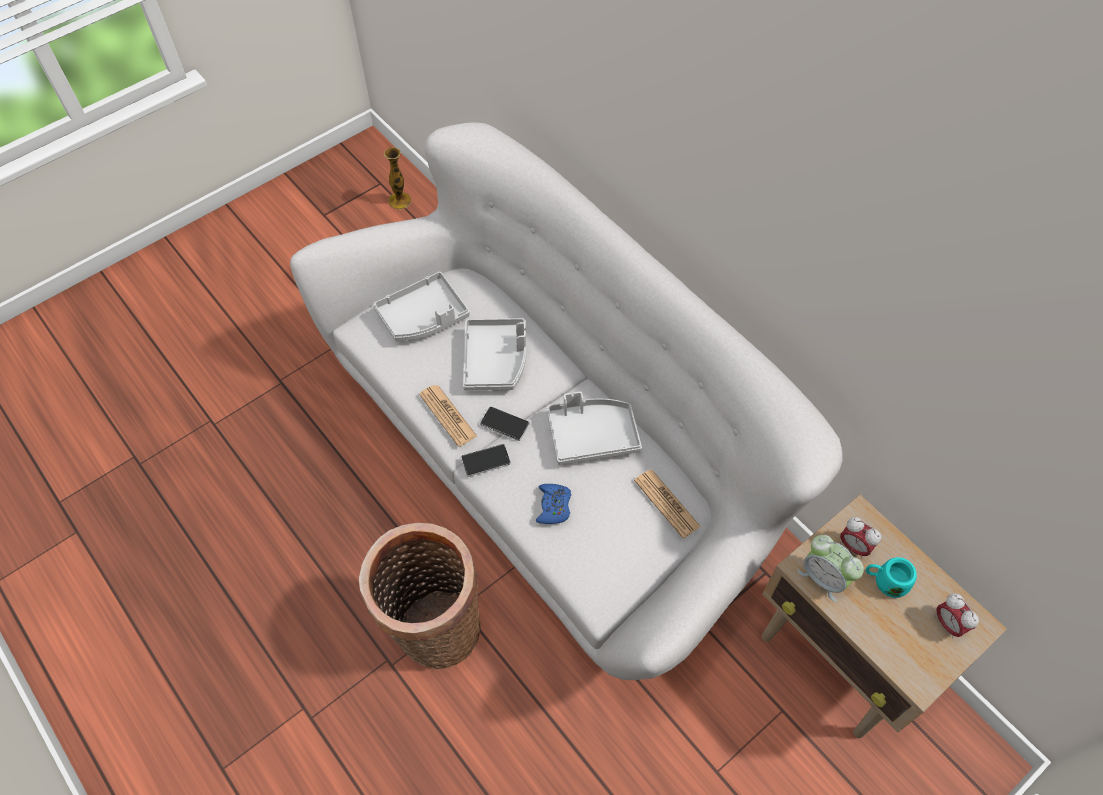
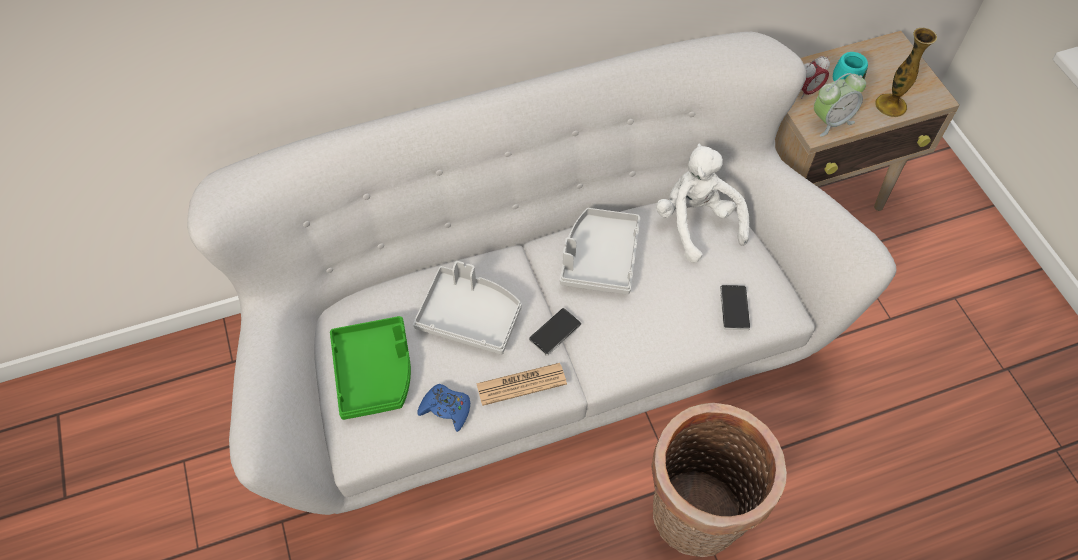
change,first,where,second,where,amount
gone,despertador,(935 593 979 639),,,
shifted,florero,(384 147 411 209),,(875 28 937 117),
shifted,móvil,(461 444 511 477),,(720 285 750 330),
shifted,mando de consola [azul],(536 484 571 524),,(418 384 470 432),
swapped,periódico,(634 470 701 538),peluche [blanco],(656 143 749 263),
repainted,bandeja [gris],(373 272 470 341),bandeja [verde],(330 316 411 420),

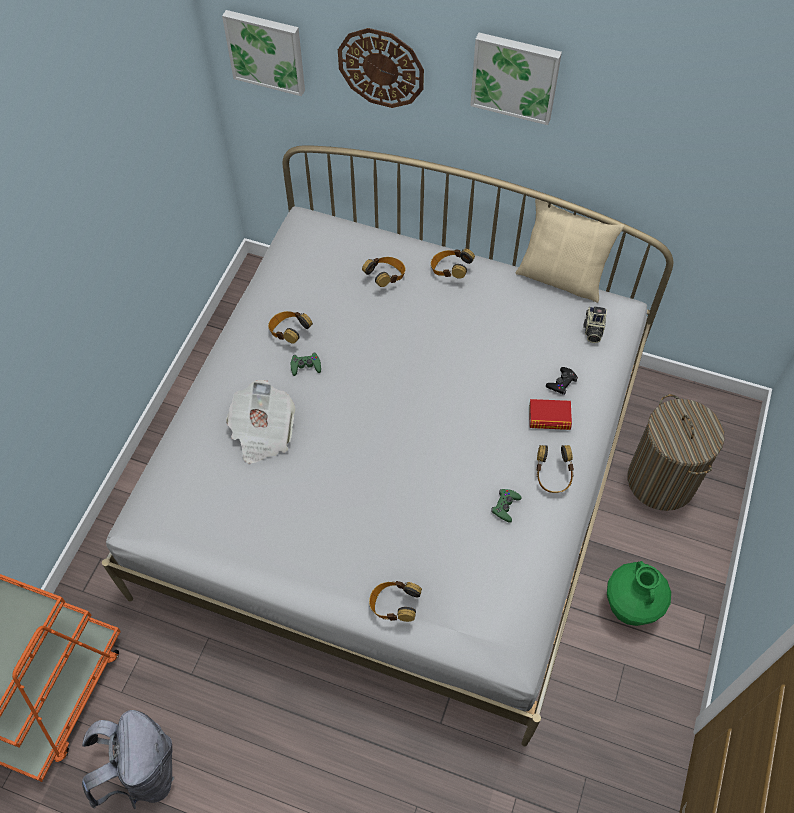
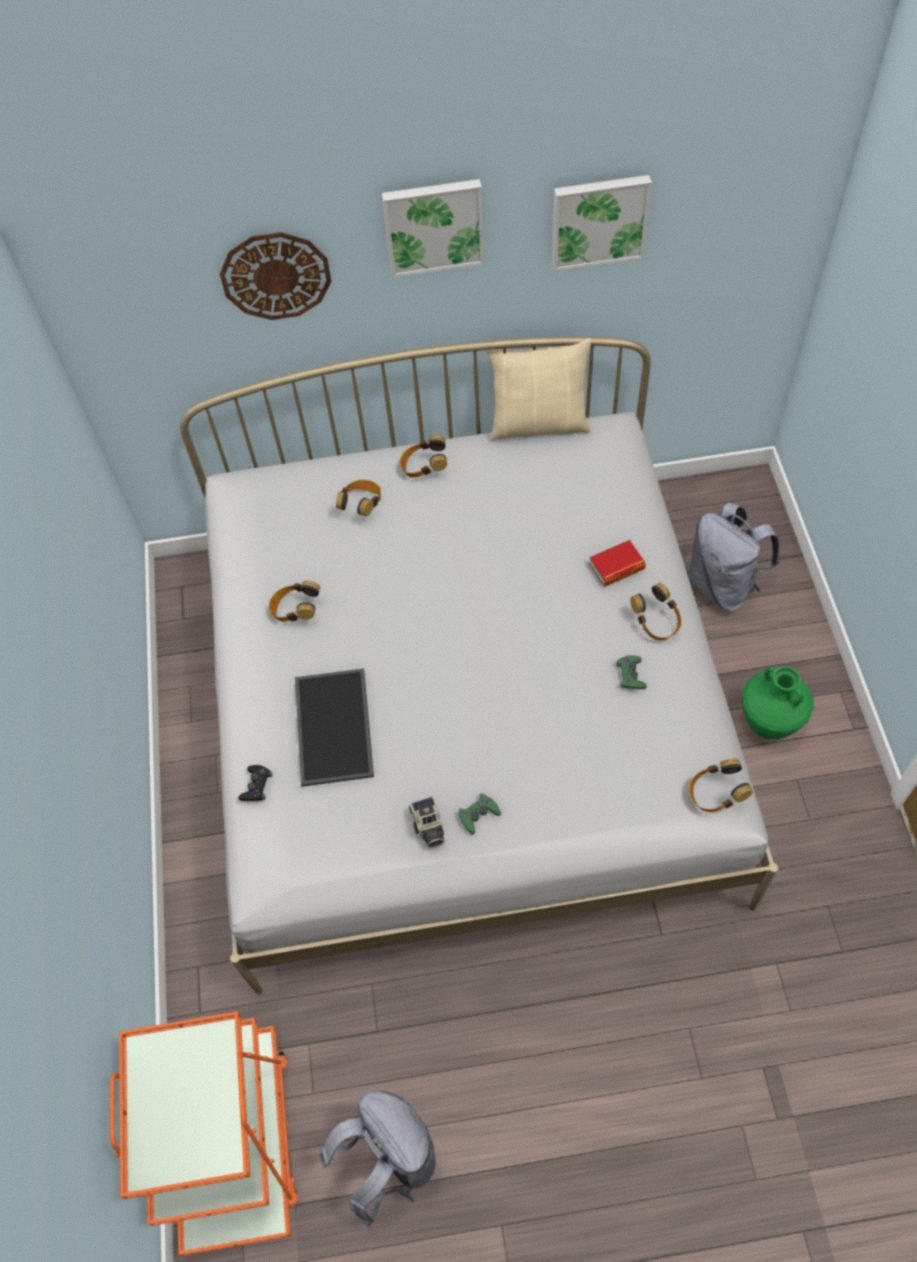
change,first,where,second,where,amount
shifted,cuadro,(222 10 305 96),,(552 175 652 272),
shifted,mando de consola [verde],(290 352 321 376),,(458 793 501 835),
shifted,auriculares,(369 581 422 622),,(689 758 753 812),
shifted,mando de consola [negro],(546 367 578 395),,(238 765 272 801),
shifted,cámara,(583 307 607 343),,(409 796 445 848),
swapped,periódico,(226 380 296 464),bandeja,(295 668 374 787),
swapped,cesto de la ropa,(627 394 724 511),mochila [gris],(688 503 780 611),

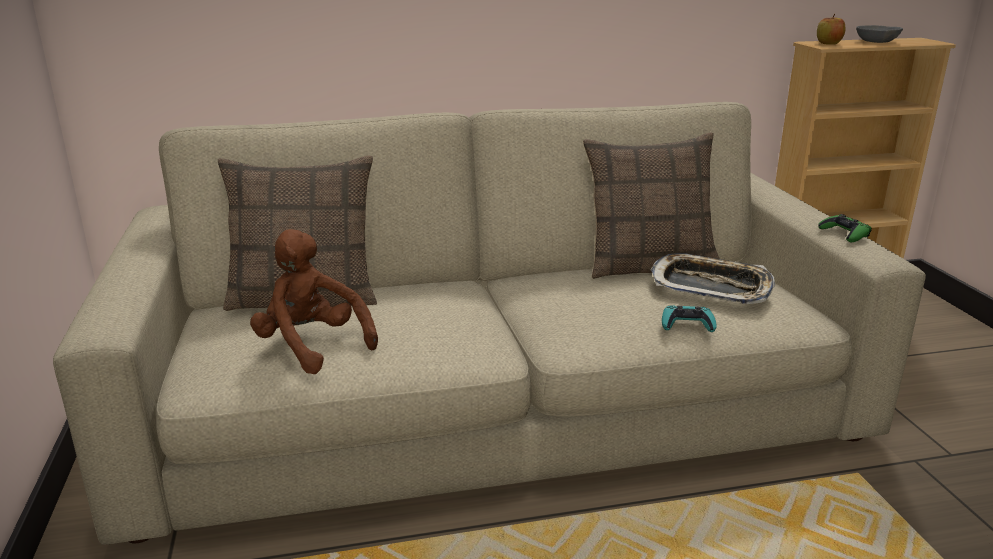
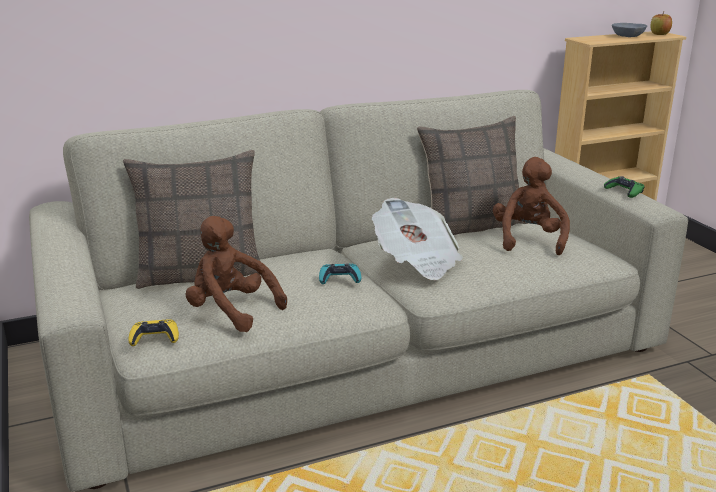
change,first,where,second,where,amount
new,,,mando de consola [amarillo],(128 319 179 346),
new,,,periódico,(372 198 463 281),
shifted,mando de consola [turquesa],(662 306 717 332),,(319 264 361 284),
shifted,manzana,(817 14 845 45),,(650 12 672 35),
swapped,bandeja,(651 253 775 304),peluche [marrón],(493 157 570 256),

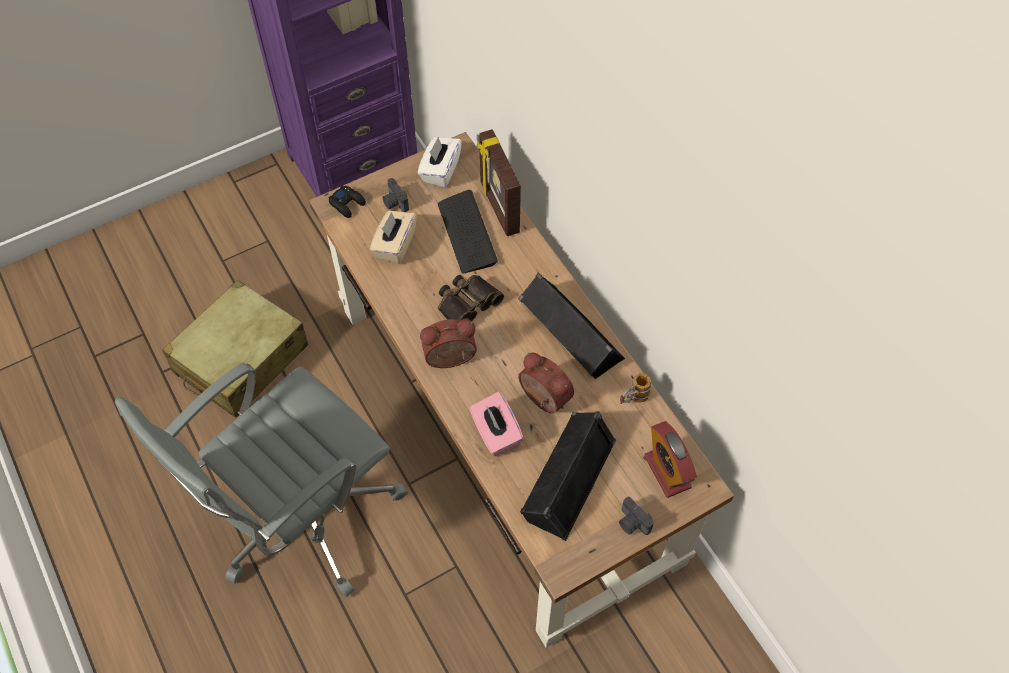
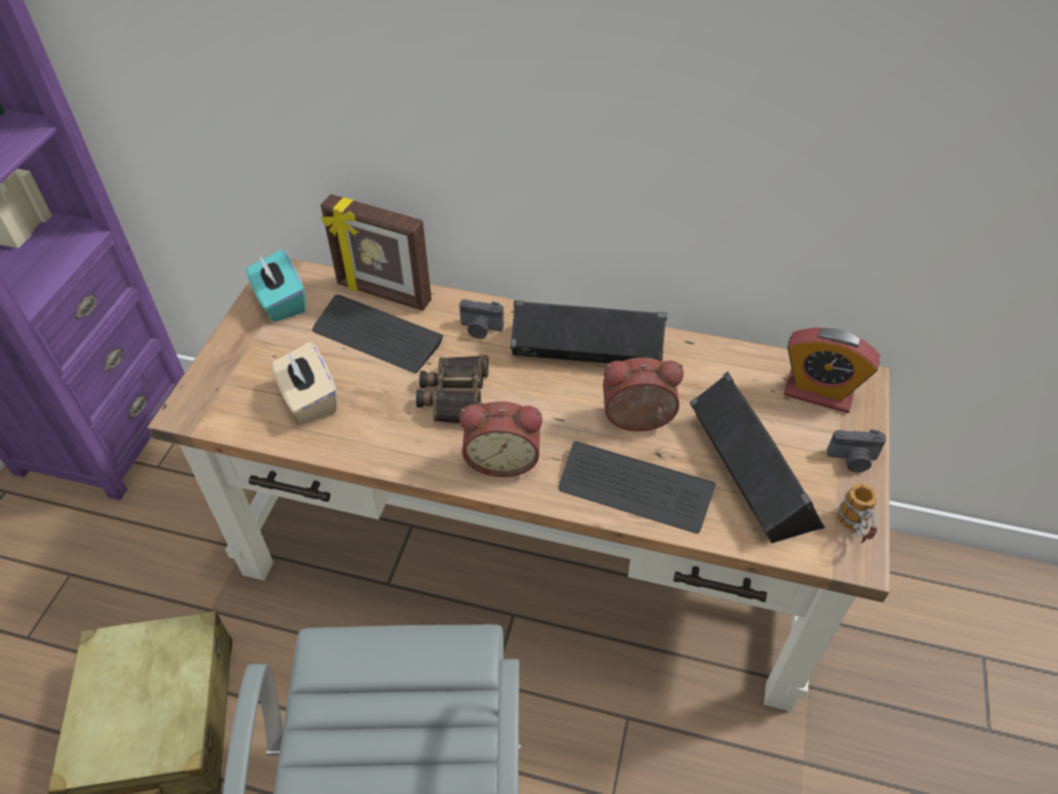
change,first,where,second,where,amount
gone,mando de consola [negro],(329 185 366 218),,,
shifted,cámara,(382 178 409 212),,(459 299 504 339),
shifted,taza grande,(620 373 652 404),,(837 484 878 543),
swapped,caja de pañuelos [rosa],(469 391 524 456),teclado,(558 442 716 534),
repainted,caja de pañuelos [blanco],(418 137 462 187),caja de pañuelos [turquesa],(246 250 306 322),
rotated,despertador,(420 319 477 368),,(459 401 542 477),120 degrees counterclockwise

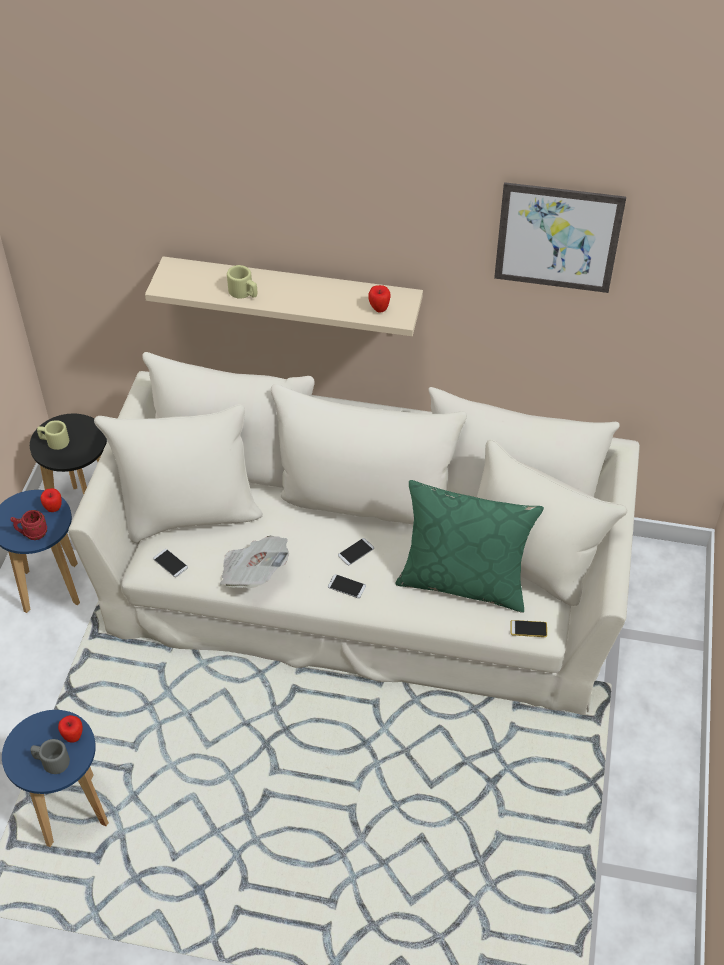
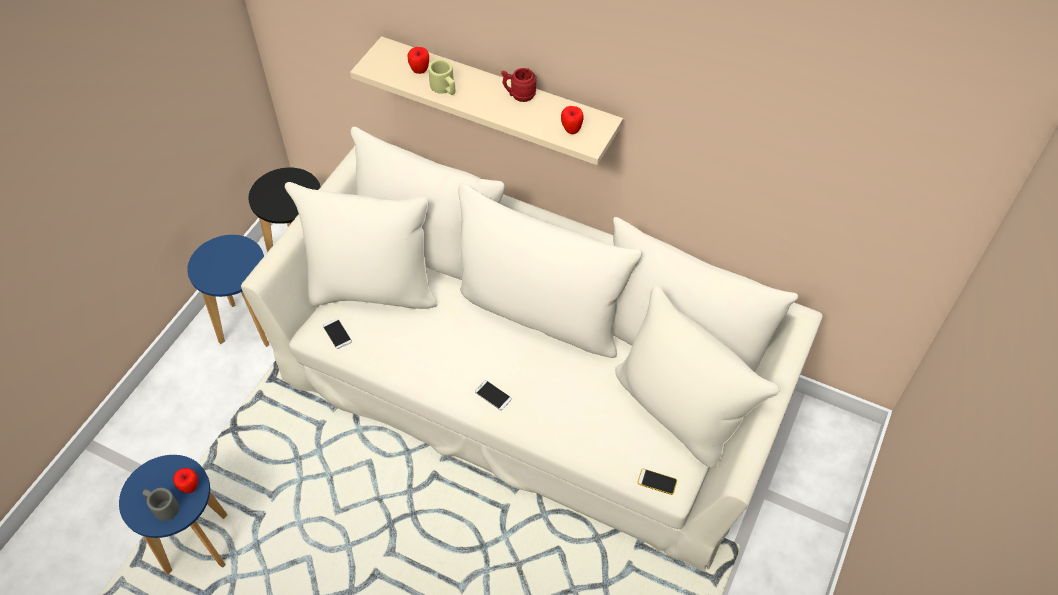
change,first,where,second,where,amount
gone,taza grande [beis],(37 420 69 450),,,
gone,periódico,(220 535 289 588),,,
gone,móvil,(338 538 374 565),,,
gone,cojín [verde],(395 480 544 613),,,
gone,cuadro,(494 182 626 293),,,
shifted,taza grande [rojo],(10 510 47 540),,(501 68 537 102),
shifted,manzana,(40 488 62 512),,(407 47 429 74),

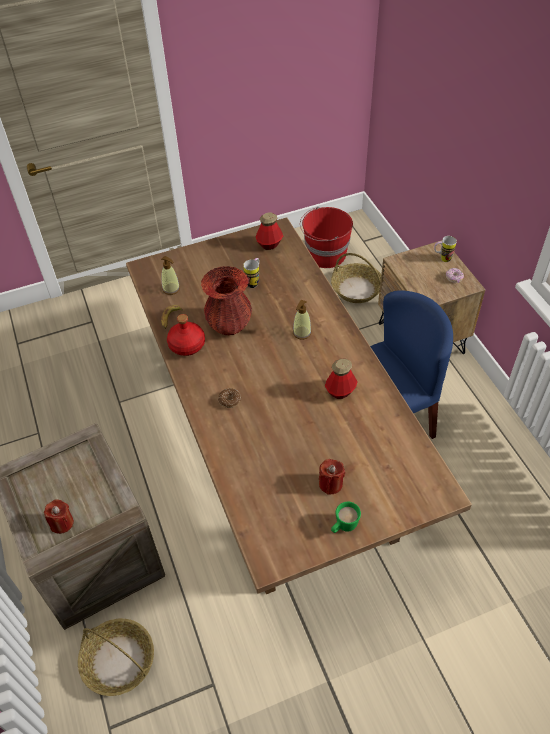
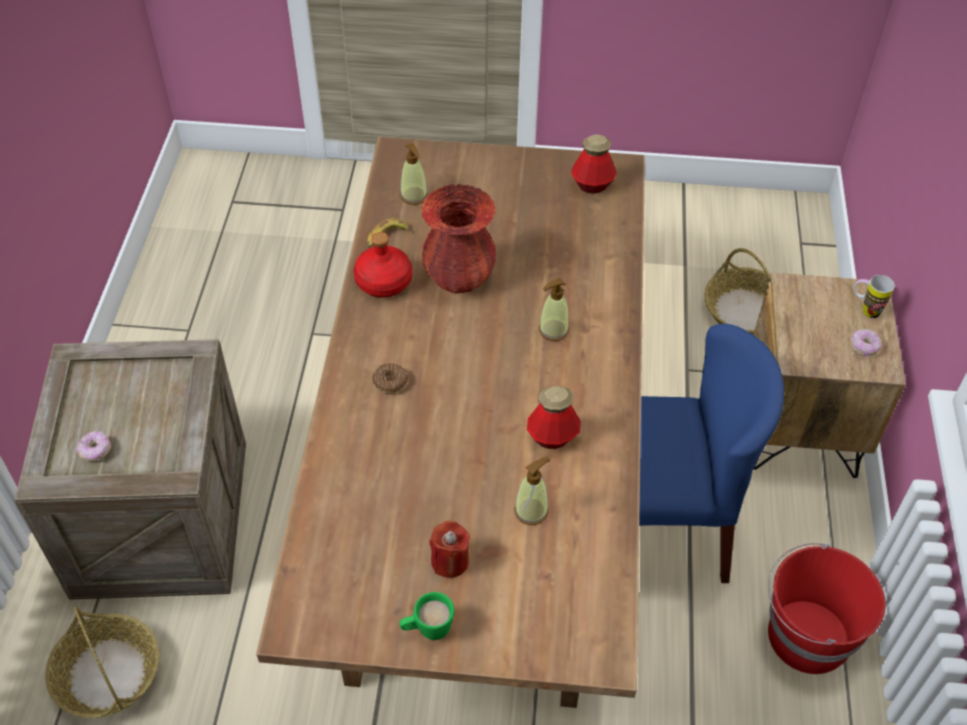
change,first,where,second,where,amount
gone,taza grande,(243 258 259 288),,,
new,,,dispensador de jabón,(514 457 550 525),
shifted,cubo [rojo],(300 207 353 268),,(768 543 886 674),
swapped,vela [rojo],(44 499 74 534),rosquilla,(77 431 111 461),

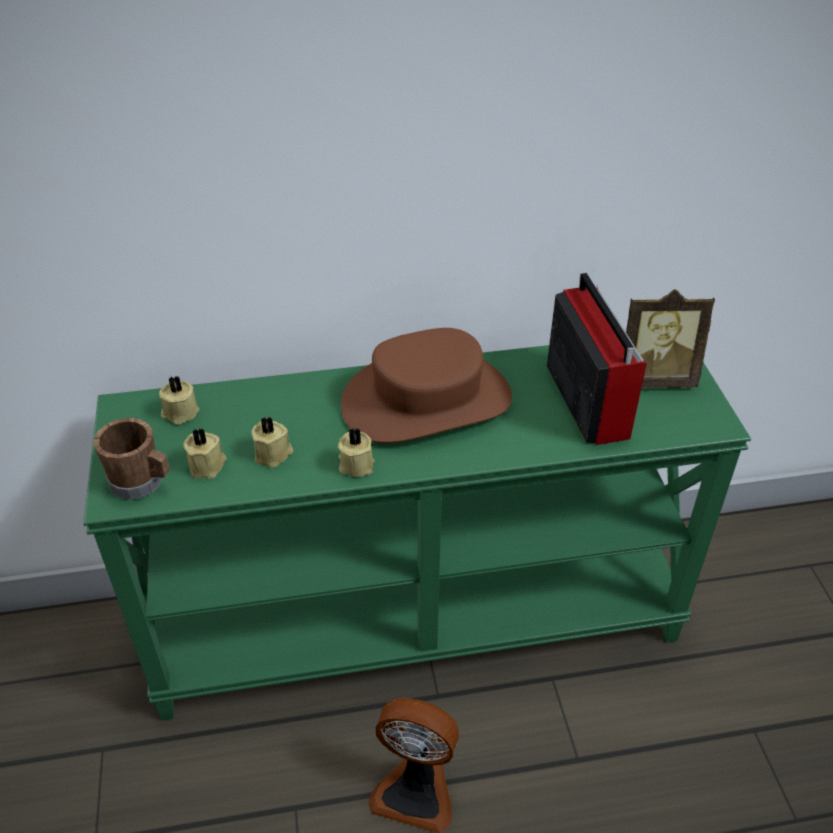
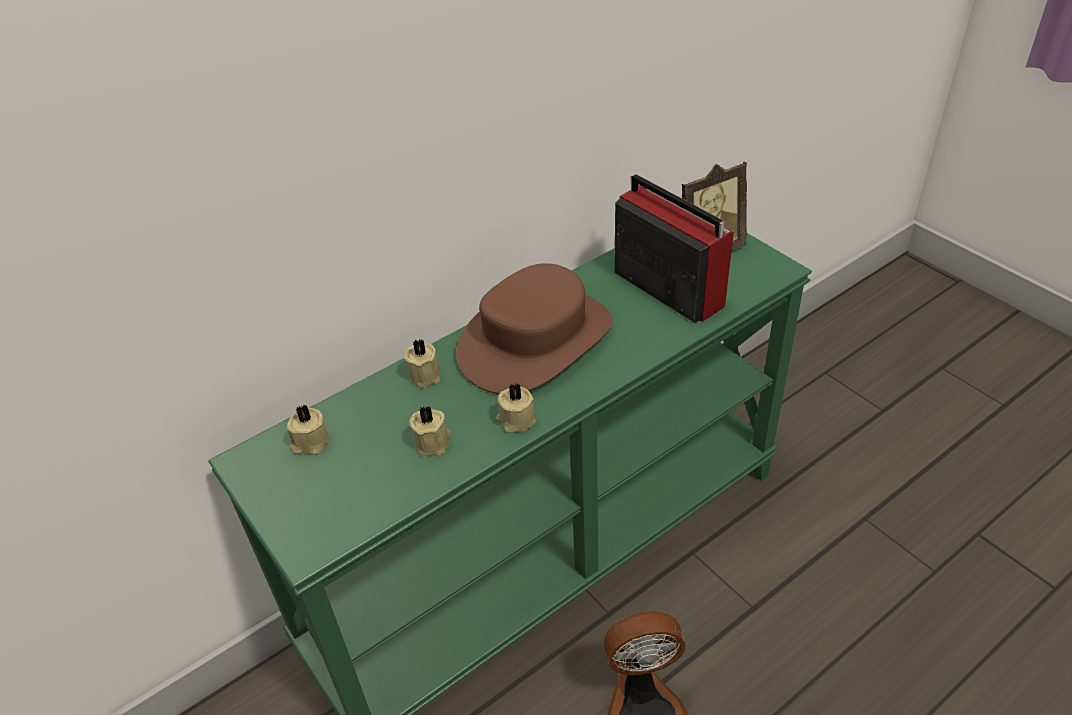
change,first,where,second,where,amount
gone,taza grande [marrón],(94 418 170 500),,,
shifted,vela [beis],(183 428 227 479),,(404 339 440 388),

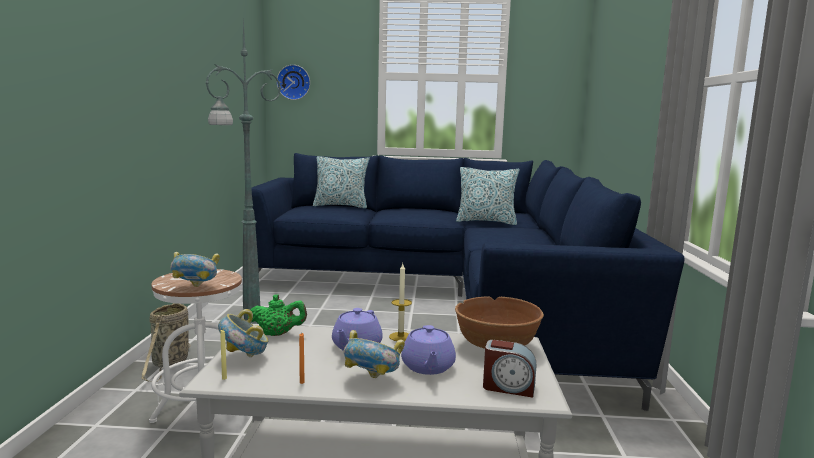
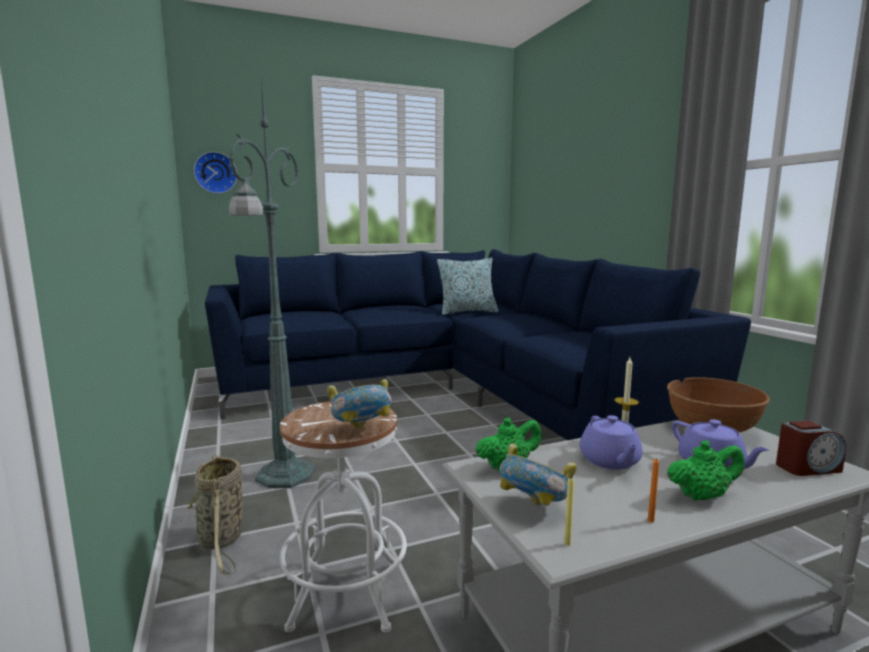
change,first,where,second,where,amount
gone,cojín,(313 156 370 208),,,
swapped,cuenco,(344 330 405 378),tetera [verde],(667 440 745 501),

